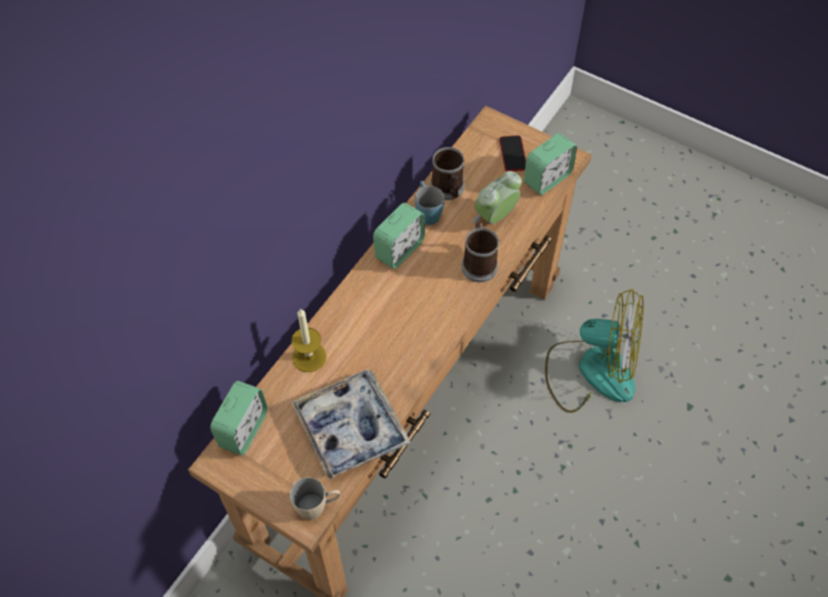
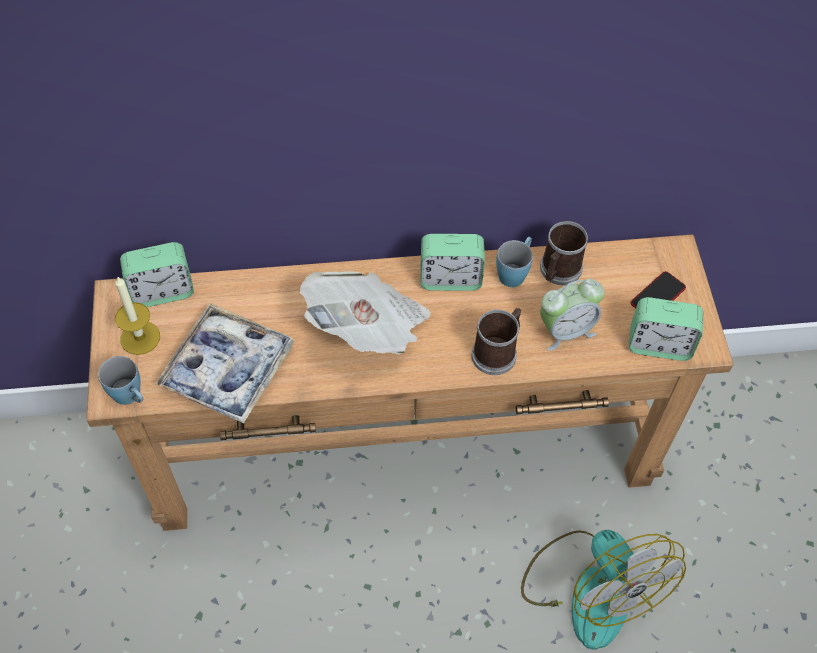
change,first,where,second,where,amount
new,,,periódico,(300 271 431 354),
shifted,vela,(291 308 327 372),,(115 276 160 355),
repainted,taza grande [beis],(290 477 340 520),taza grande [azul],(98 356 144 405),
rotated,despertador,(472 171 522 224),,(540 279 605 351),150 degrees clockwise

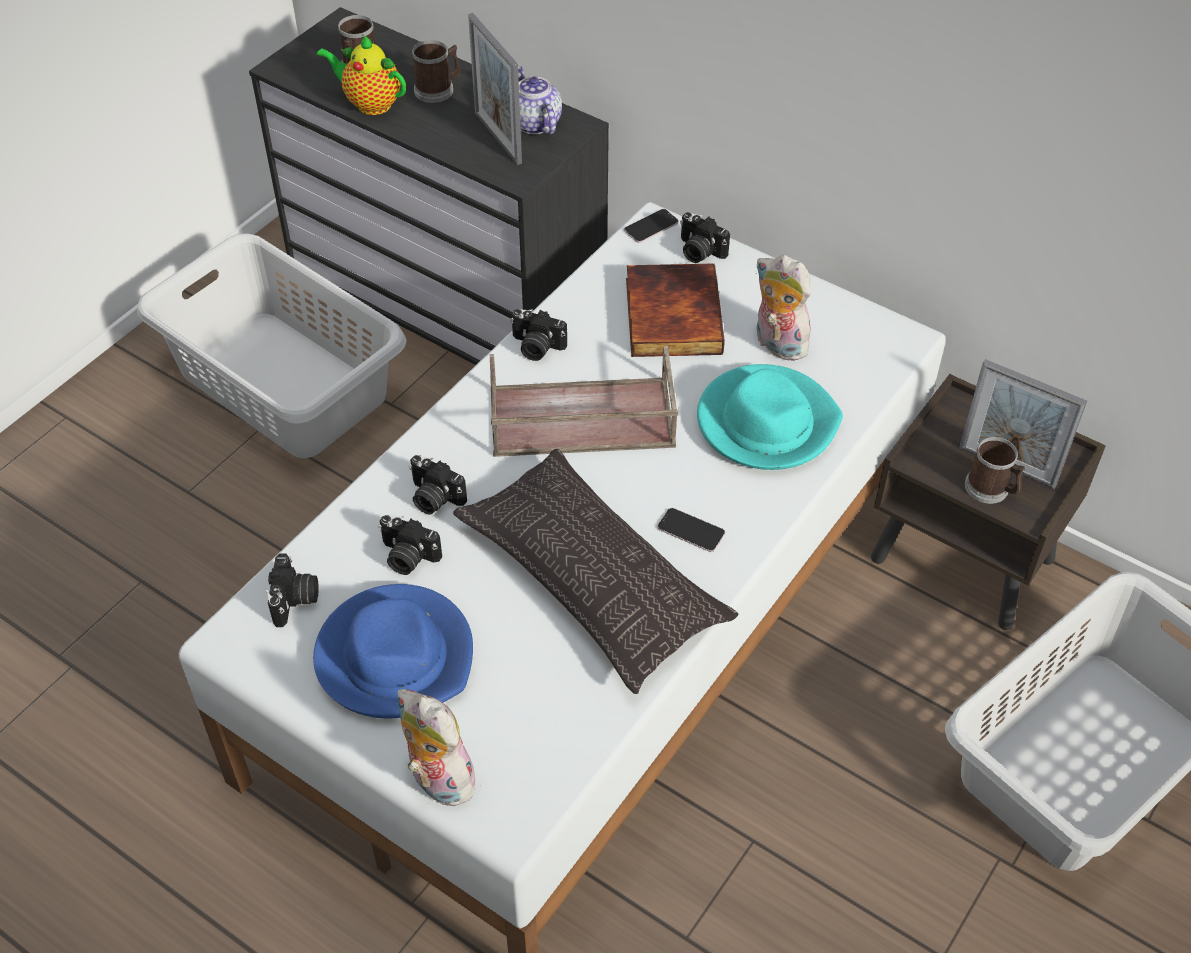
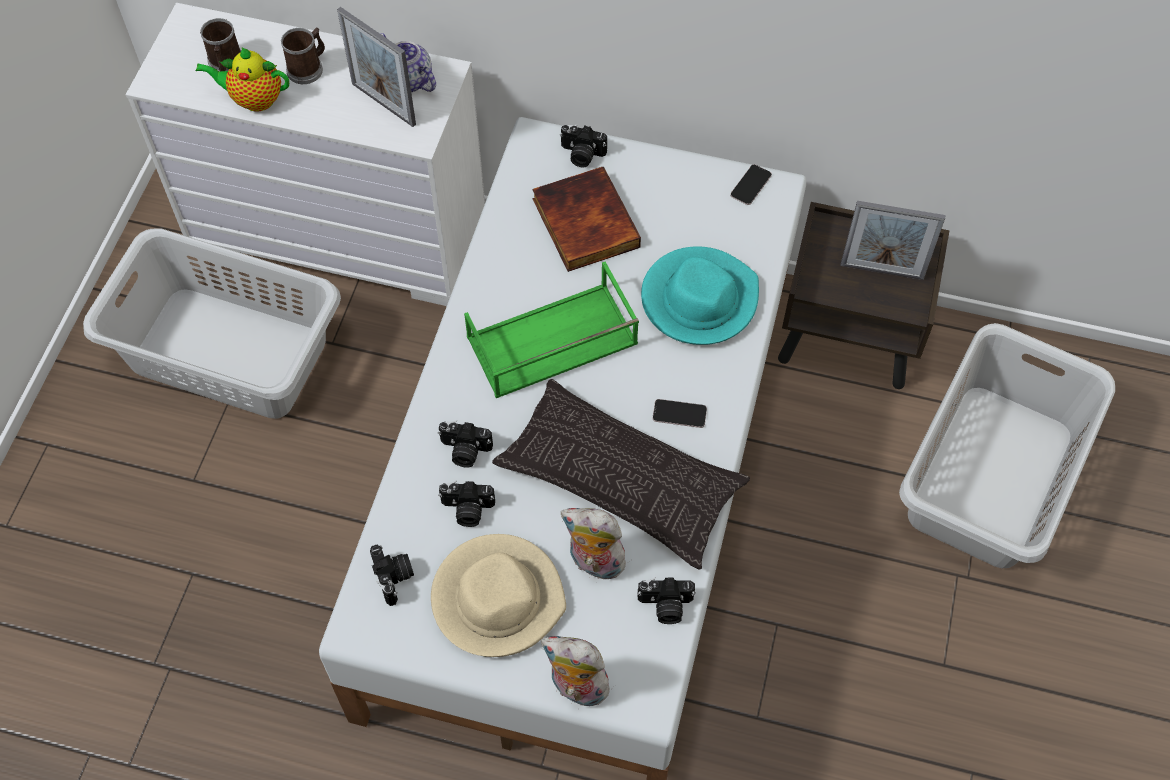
change,first,where,second,where,amount
gone,taza grande,(965 437 1025 504),,,
shifted,cámara,(510 309 567 361),,(637 577 696 624),
shifted,móvil,(624 209 679 243),,(730 164 772 205),
shifted,peluche,(756 255 816 361),,(561 508 630 583),
repainted,cómoda [negro],(249 7 609 365),cómoda [blanco],(126 3 485 306),
repainted,sombrero [azul],(313 584 473 719),sombrero [beis],(431 534 566 657),
repainted,bandeja [marrón],(490 346 678 457),bandeja [verde],(464 262 639 398),

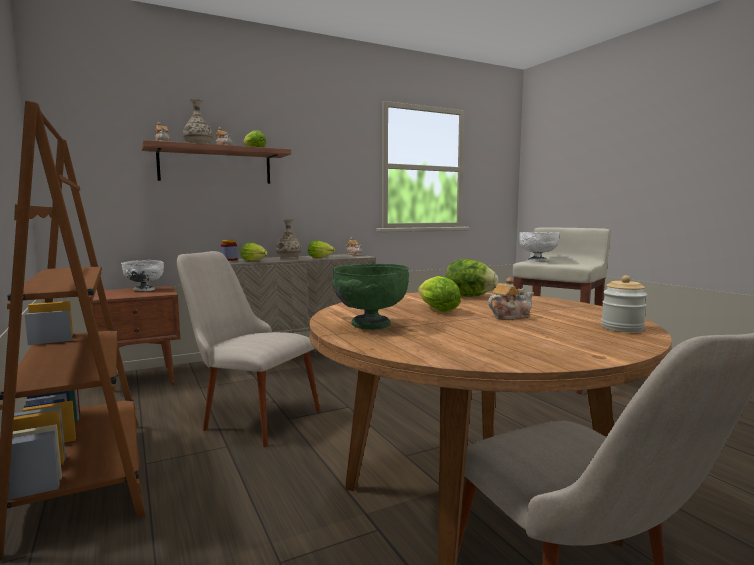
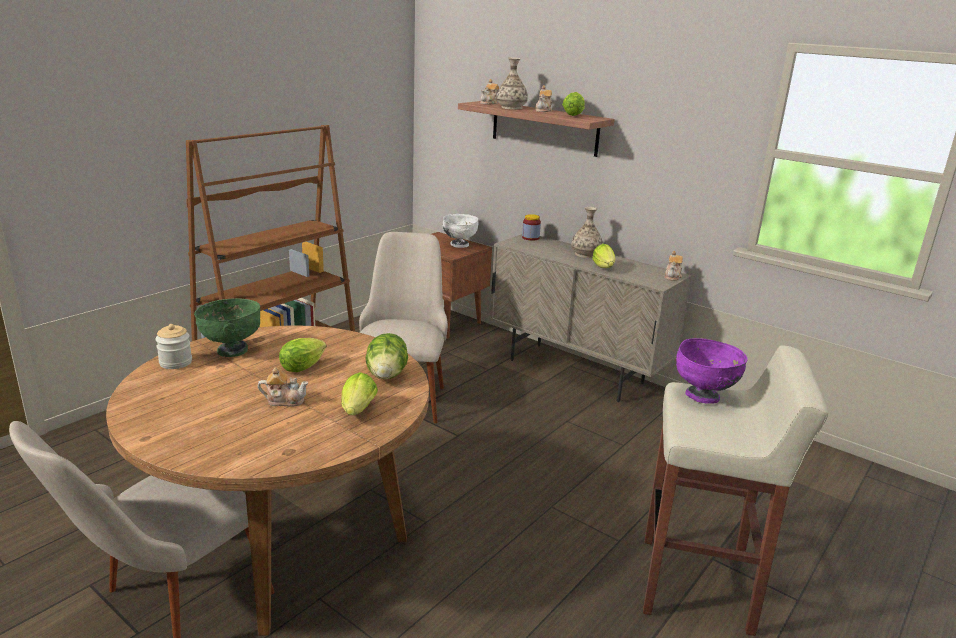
change,first,where,second,where,amount
shifted,lechuga,(241 243 268 261),,(341 372 378 415),
shifted,tarro,(601 275 647 332),,(156 324 192 369),
repainted,cuenco [blanco],(519 232 559 262),cuenco [morado],(676 338 748 404),
rotated,tetera,(488 277 534 320),,(258 367 308 406),45 degrees counterclockwise

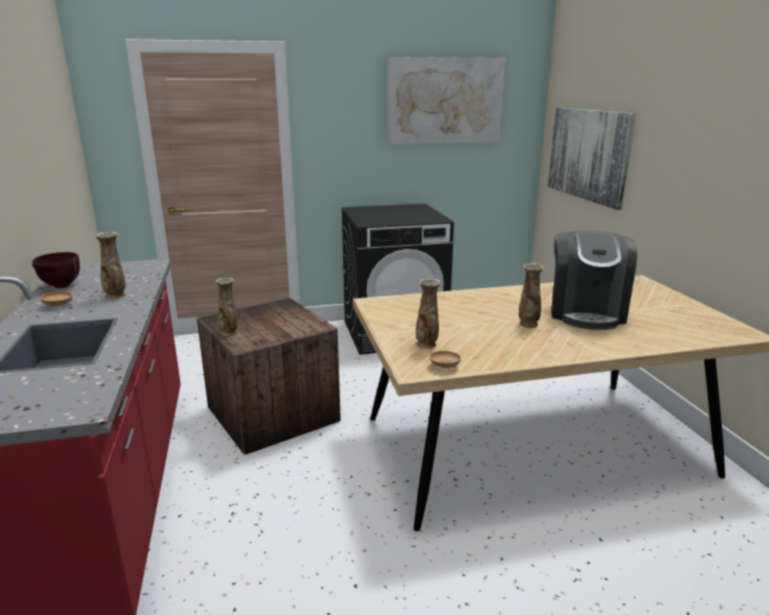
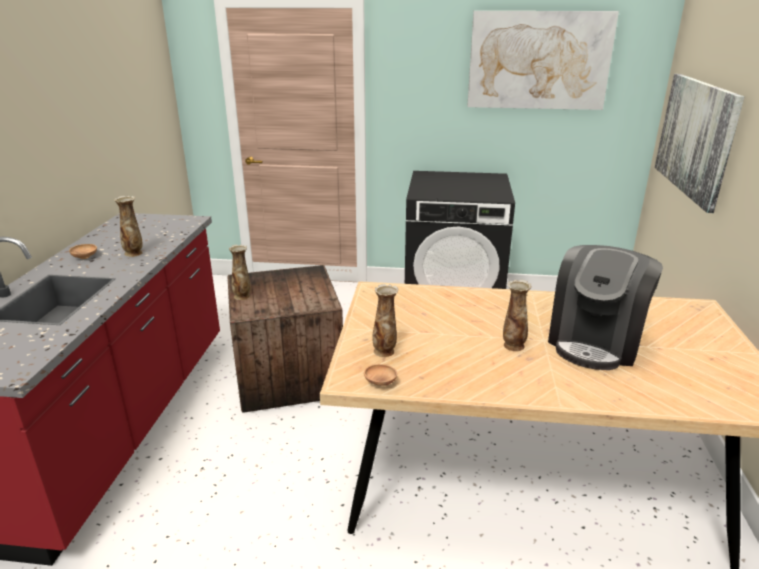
change,first,where,second,where,amount
gone,cuenco [marrón],(32 252 80 288),,,

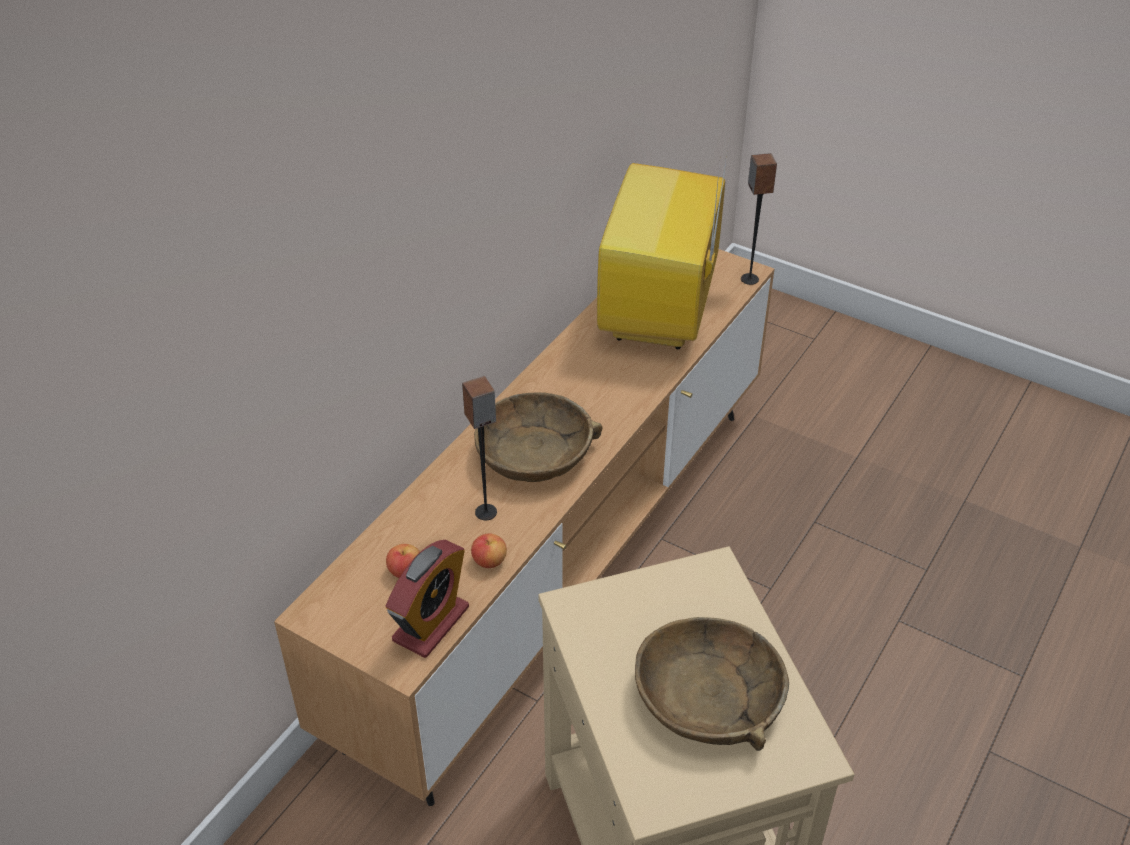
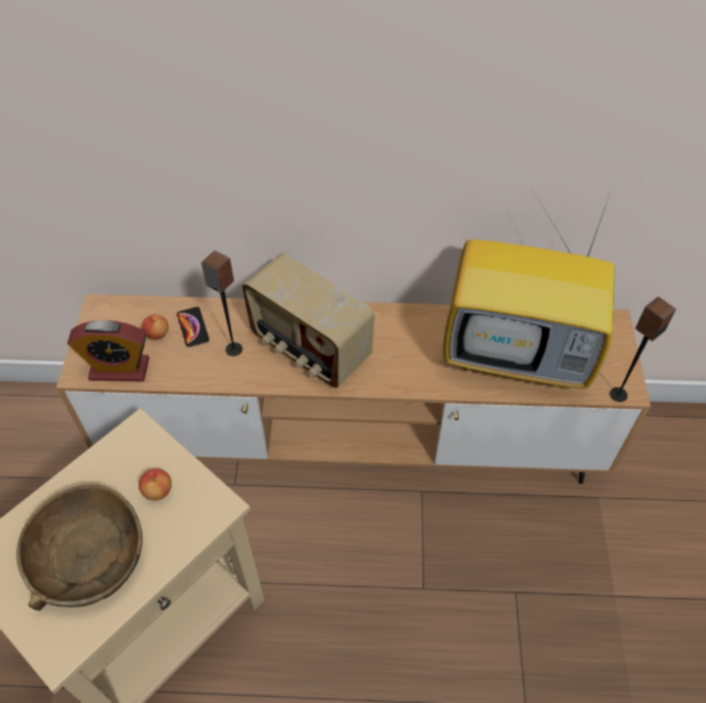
change,first,where,second,where,amount
new,,,móvil,(177 307 209 347),
shifted,manzana,(471 534 507 568),,(139 469 172 501),
swapped,cuenco [marrón],(474 392 602 482),radio,(242 253 375 388),
rotated,televisor,(597 142 729 349),,(443 193 615 389),150 degrees counterclockwise

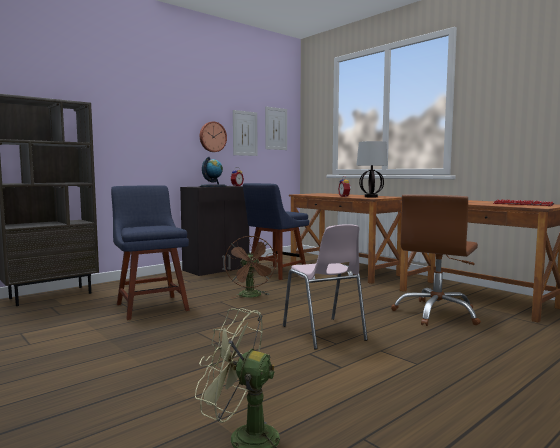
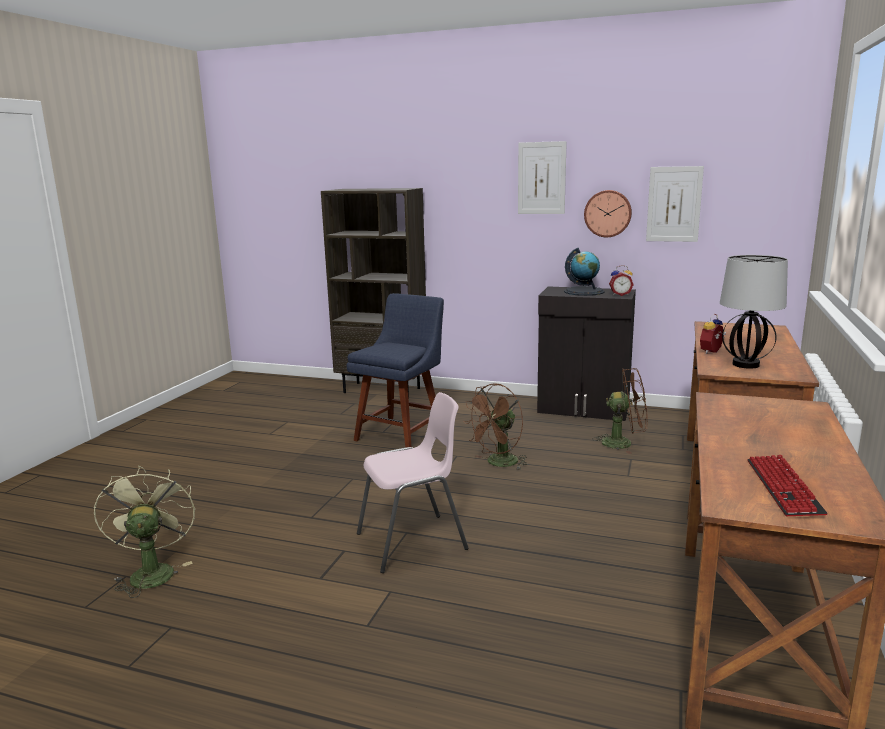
change,first,where,second,where,amount
gone,silla de oficina [marrón],(391 194 481 326),,,
shifted,cuadro,(265 107 287 150),,(518 141 567 214),
swapped,silla [azul],(243 183 309 280),ventilador [marrón],(592 368 648 454),
rotated,silla [rosa],(283 224 368 349),,(357 392 468 573),150 degrees counterclockwise

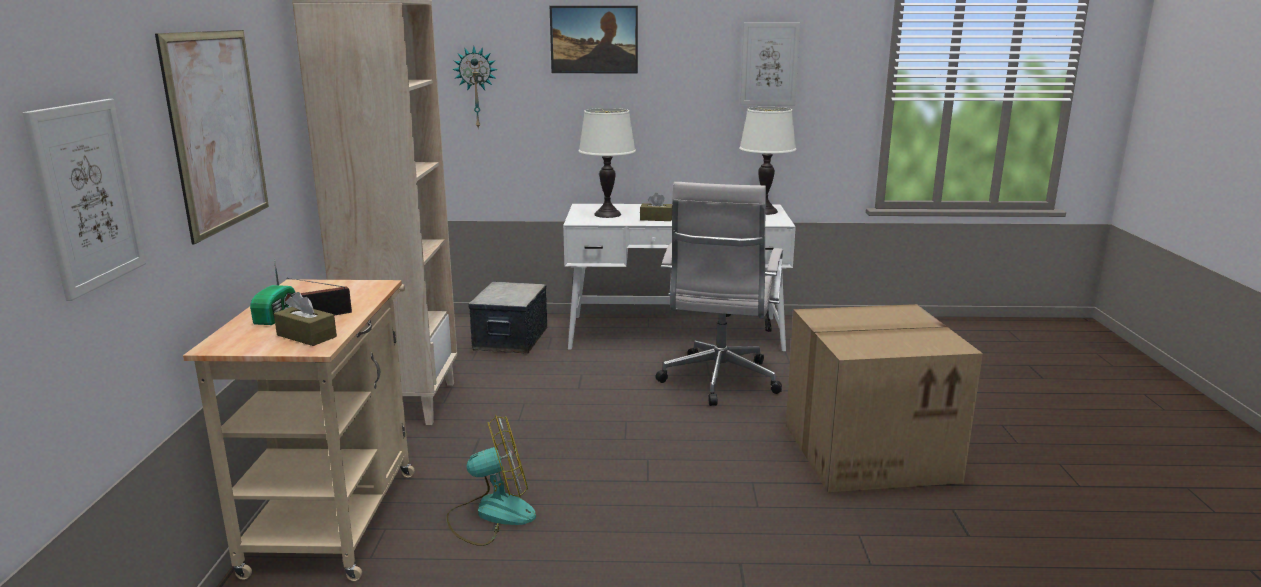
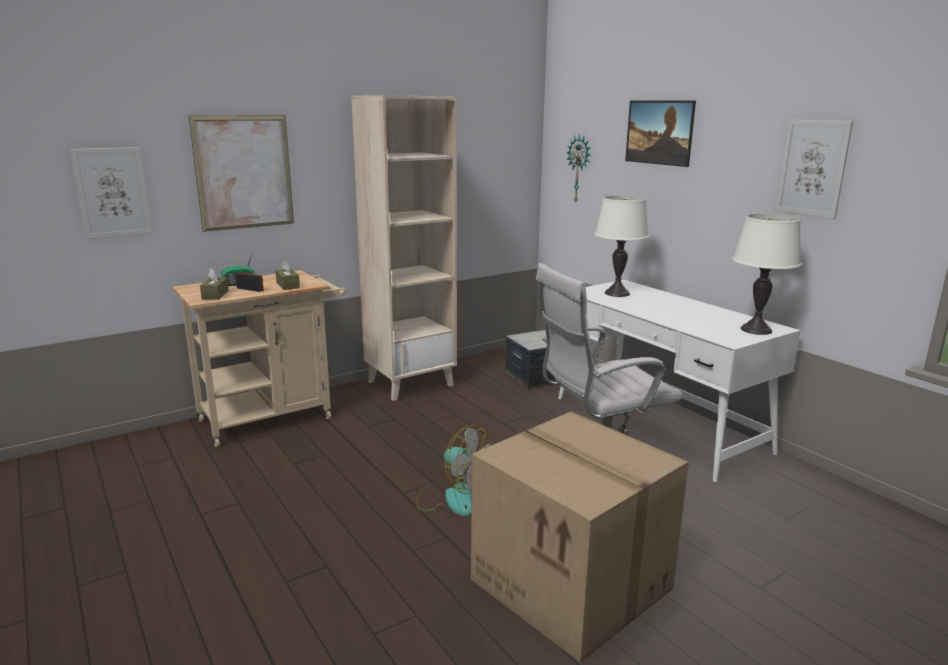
change,first,where,second,where,amount
shifted,ventilador,(446 414 536 546),,(416 425 494 516),
shifted,caja de pañuelos [marrón],(640 193 673 221),,(275 260 300 290),

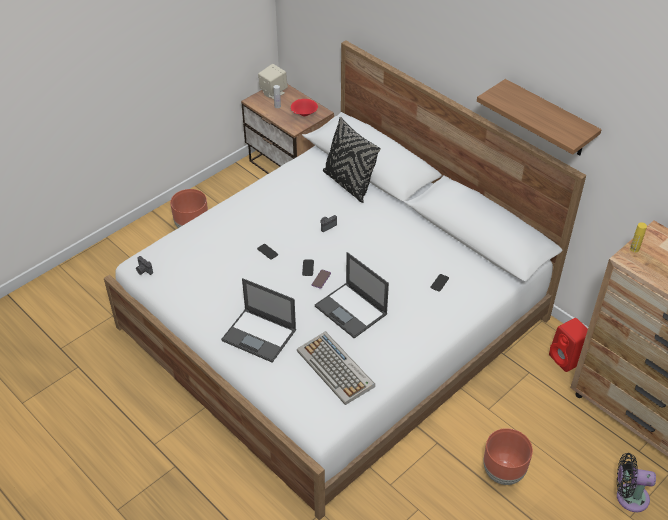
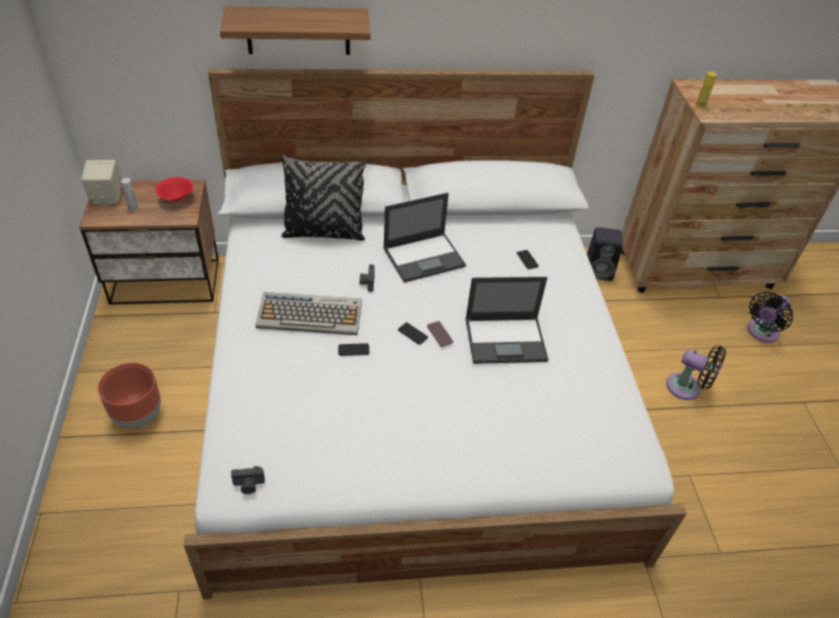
change,first,where,second,where,amount
shifted,portátil,(221 278 296 363),,(383 193 466 283),
shifted,teclado,(297 331 375 405),,(255 292 362 335),
shifted,estante,(477 79 602 156),,(220 6 371 55),
swapped,maceta [marrón],(483 428 533 485),ventilador [negro],(666 345 726 400),
repainted,altavoz [rojo],(549 318 588 372),altavoz [negro],(587 227 623 281),

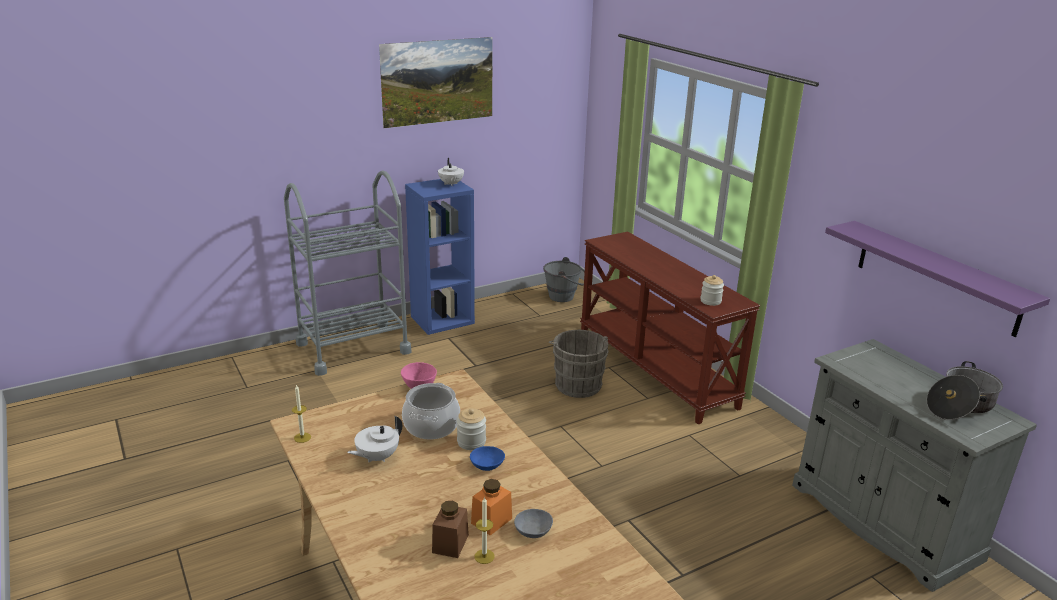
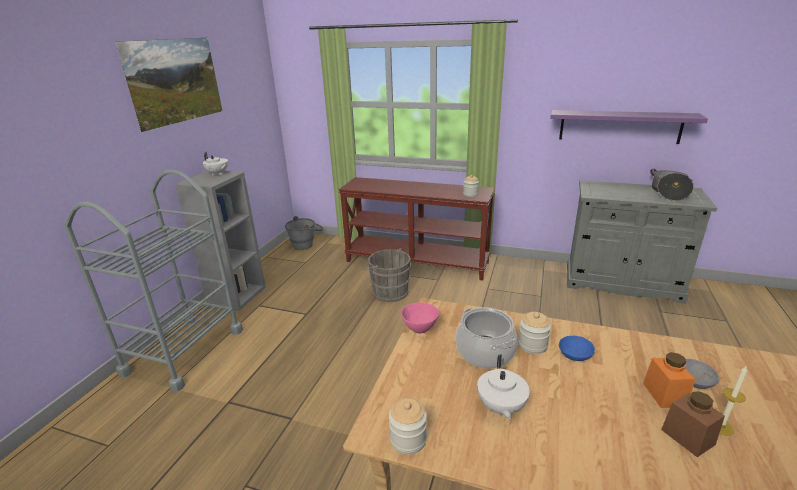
change,first,where,second,where,amount
swapped,vela,(292 384 311 443),tarro,(389 398 427 455),
repainted,estantería [azul],(405 179 475 335),estantería [gris],(175 171 266 311),

